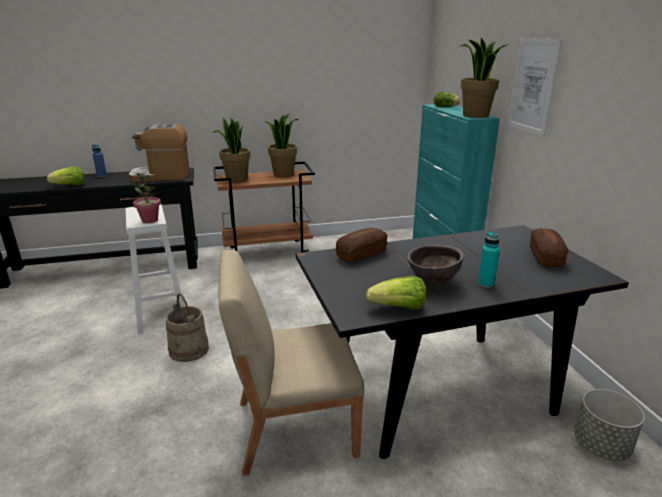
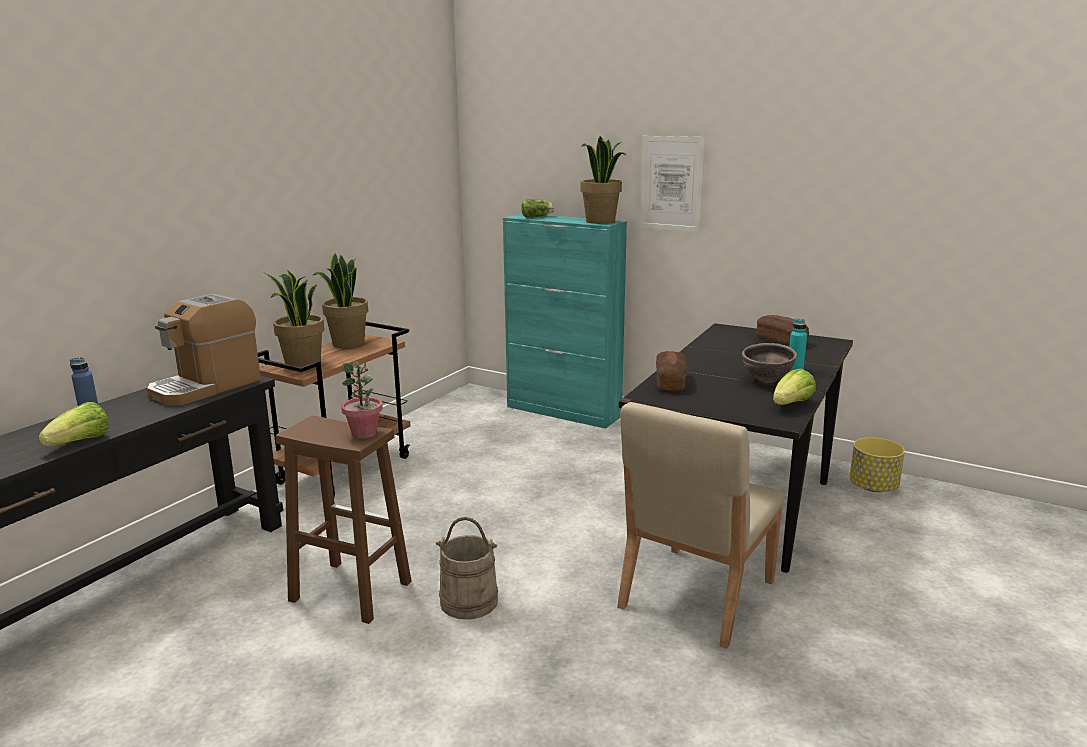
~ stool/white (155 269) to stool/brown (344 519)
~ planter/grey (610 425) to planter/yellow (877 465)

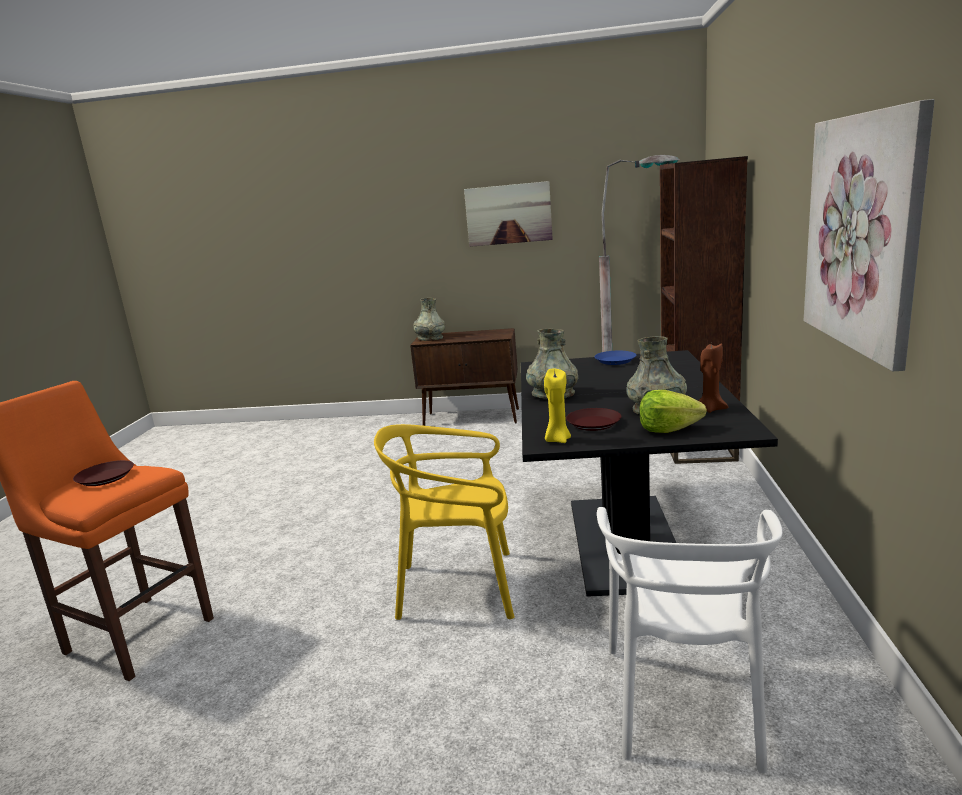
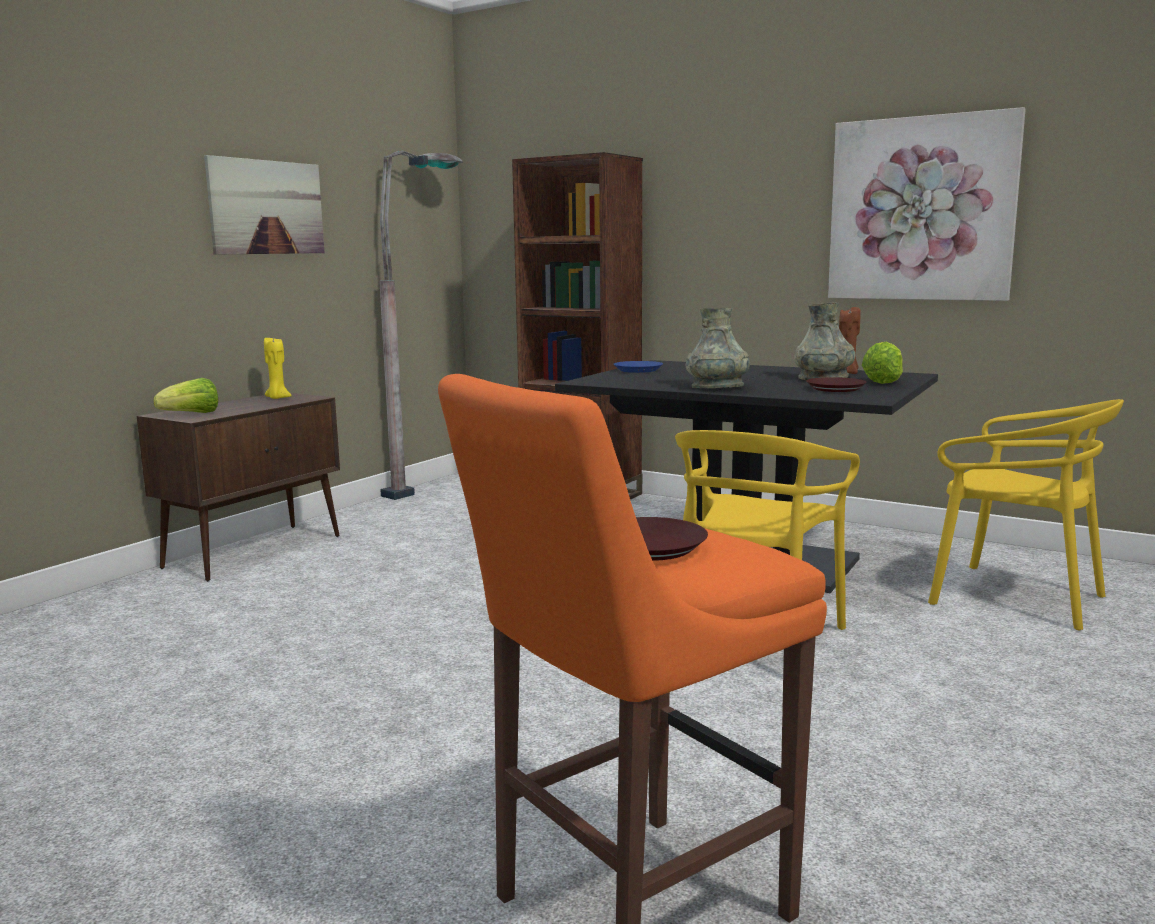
~ vase/grey (429 319) to lettuce (185 395)
~ candle/yellow (557 406) to (278 368)
~ chair/white (690 640) to chair/yellow (1026 514)

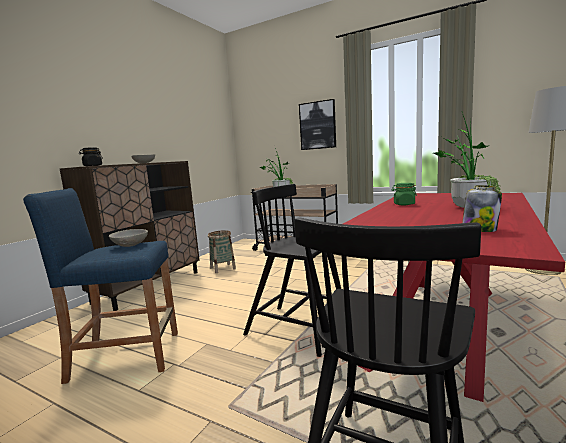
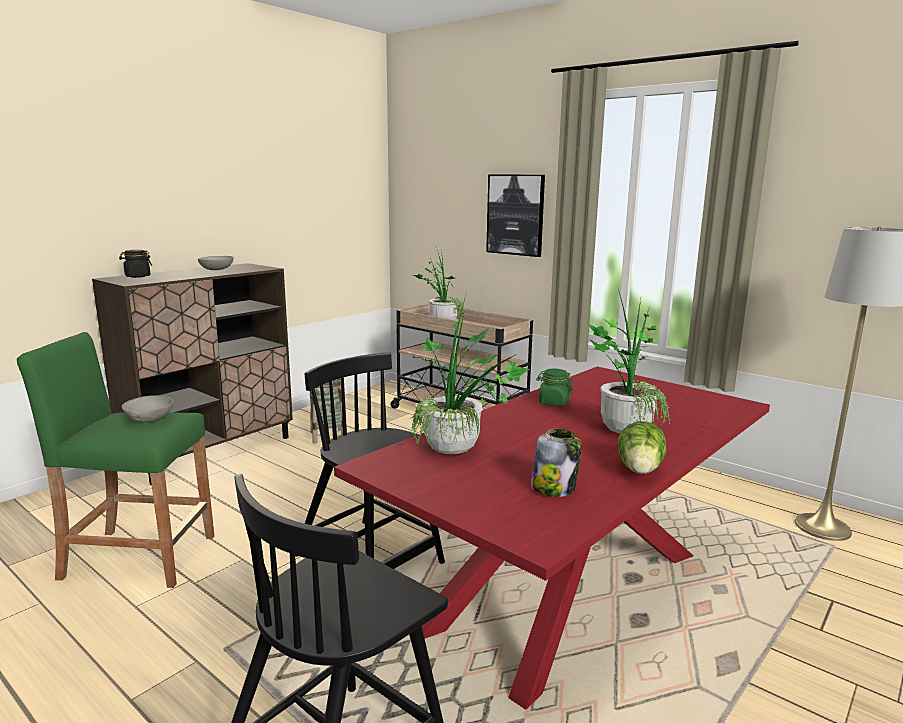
~ stool/blue (100 286) to stool/green (115 460)
+ potted plant (470 375)
+ lettuce (642 447)

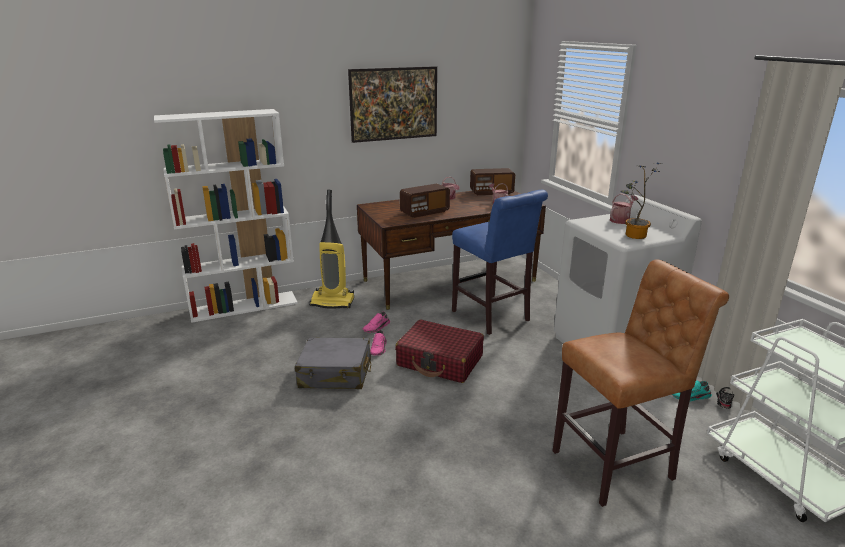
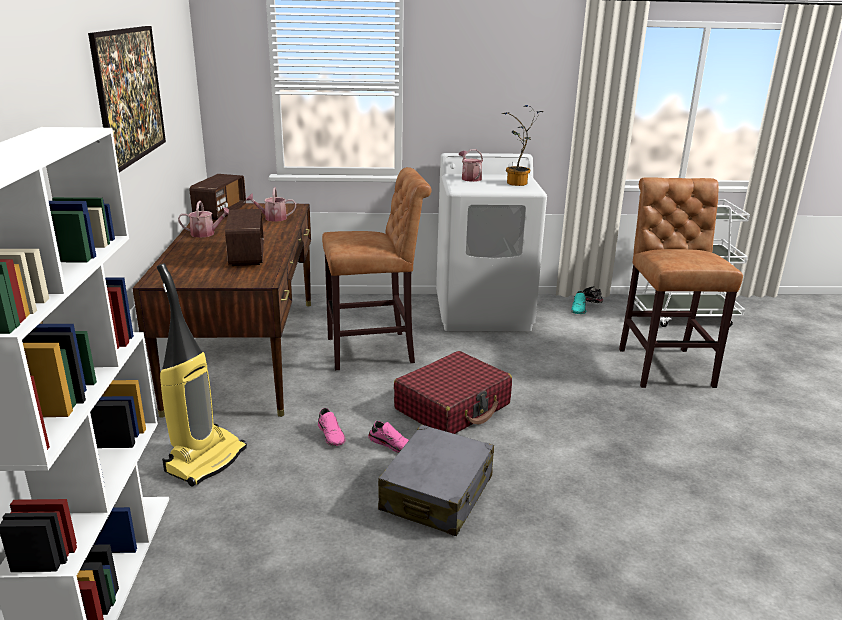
~ stool/blue (500 262) to stool/brown (377 269)

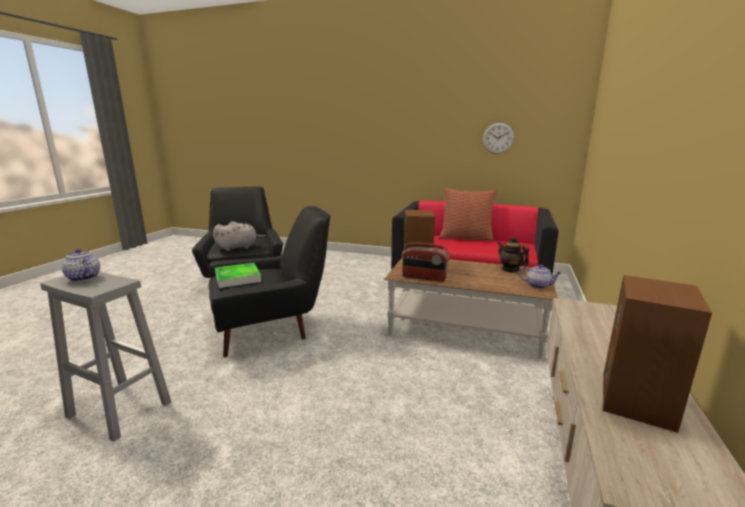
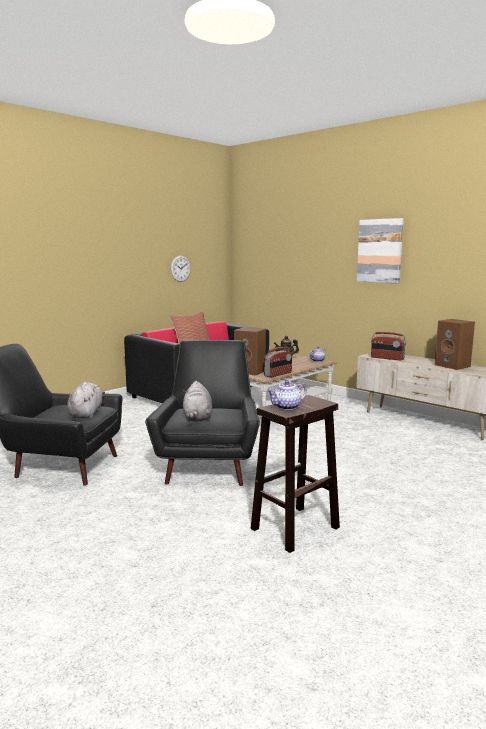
~ stool/grey (105 356) to stool/brown (295 474)
~ tray (238 275) to plush toy/grey (197 401)
+ picture (380 250)
+ radio (388 346)

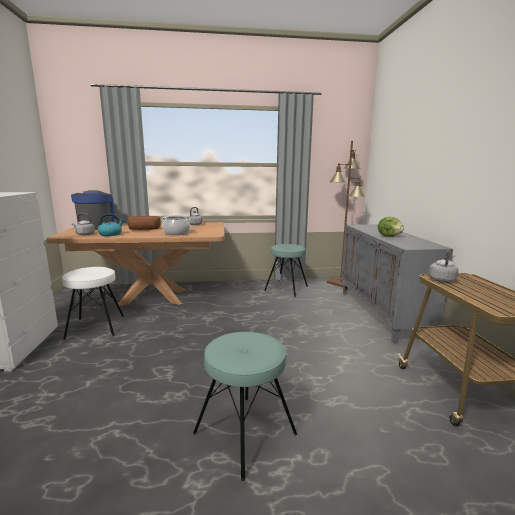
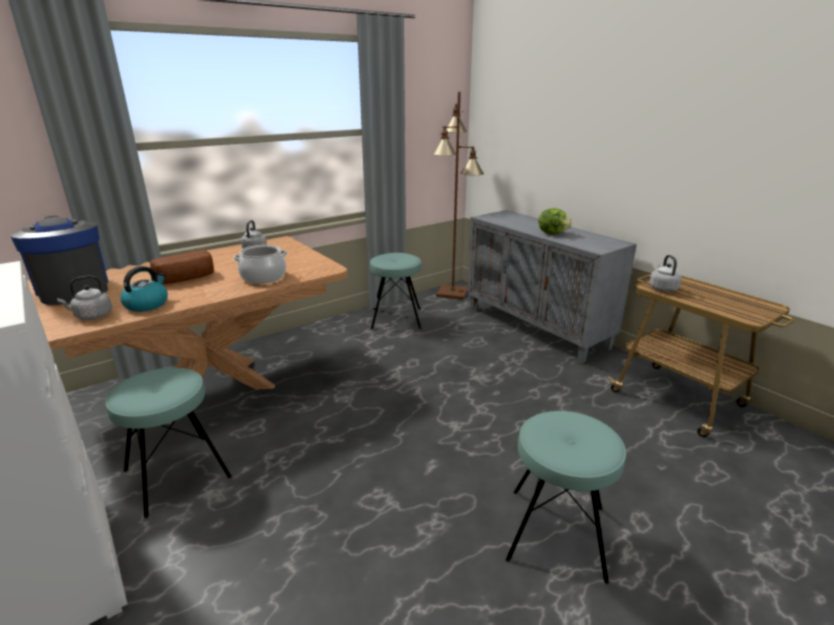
~ stool/white (93 303) to stool/turquoise (168 443)

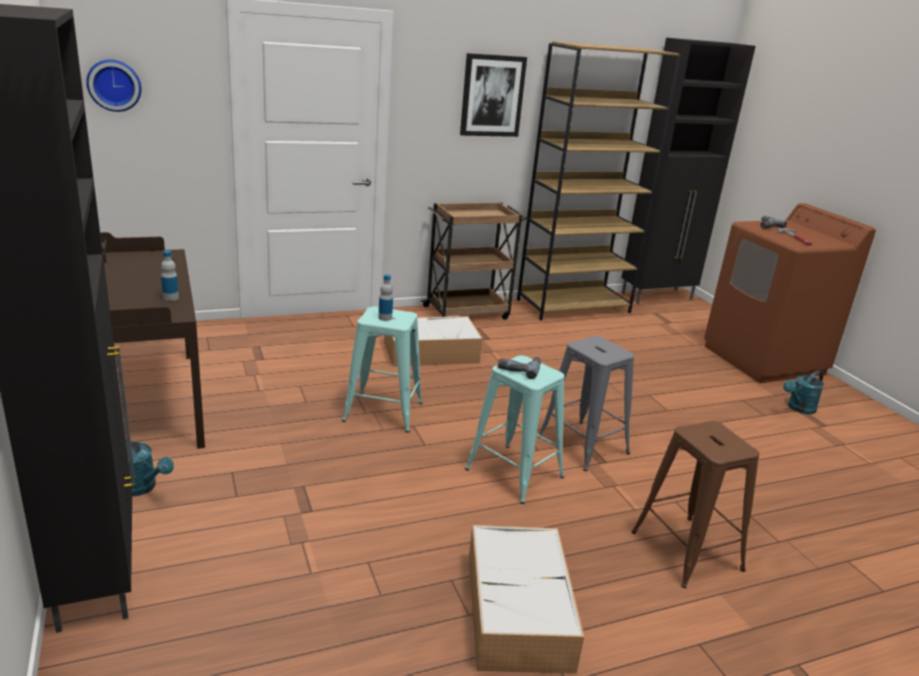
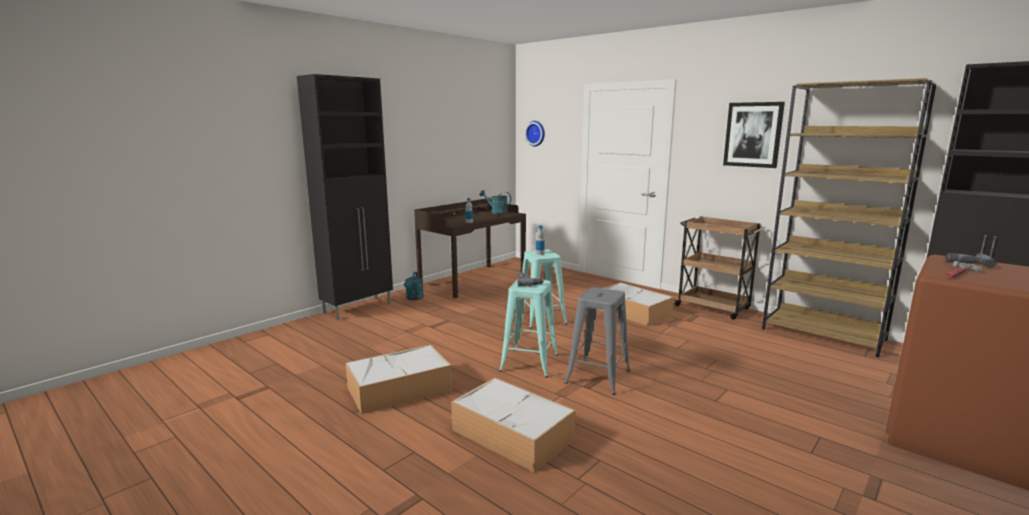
~ stool/brown (695 504) to storage box (513 425)
~ watering can/turquoise (803 392) to (495 202)

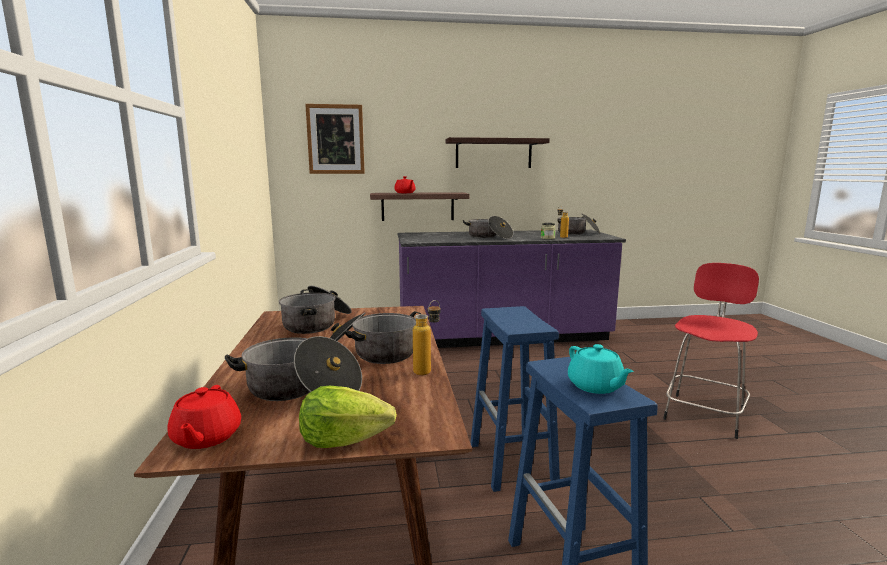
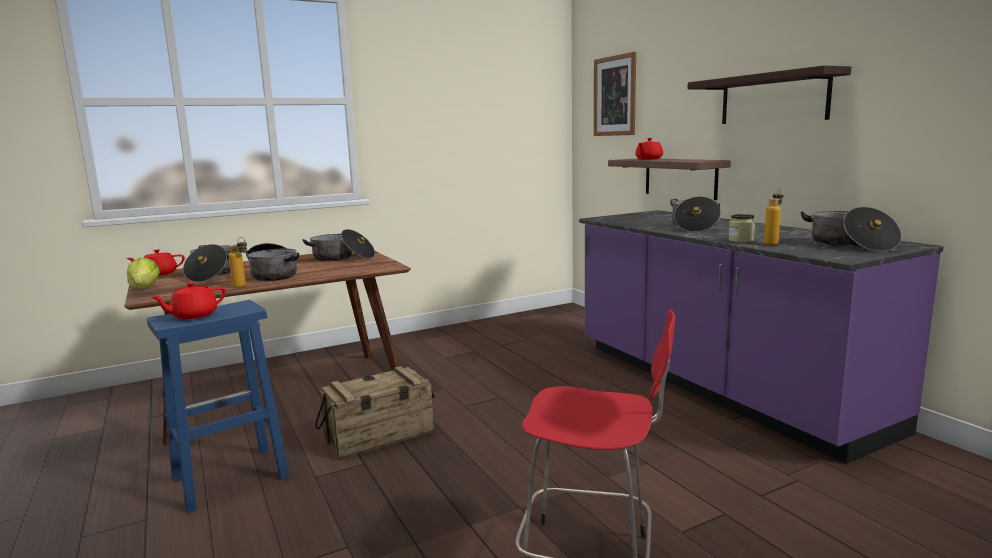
~ stool/blue (515 399) to crate (375 412)
~ teapot/turquoise (601 369) to teapot/red (188 300)

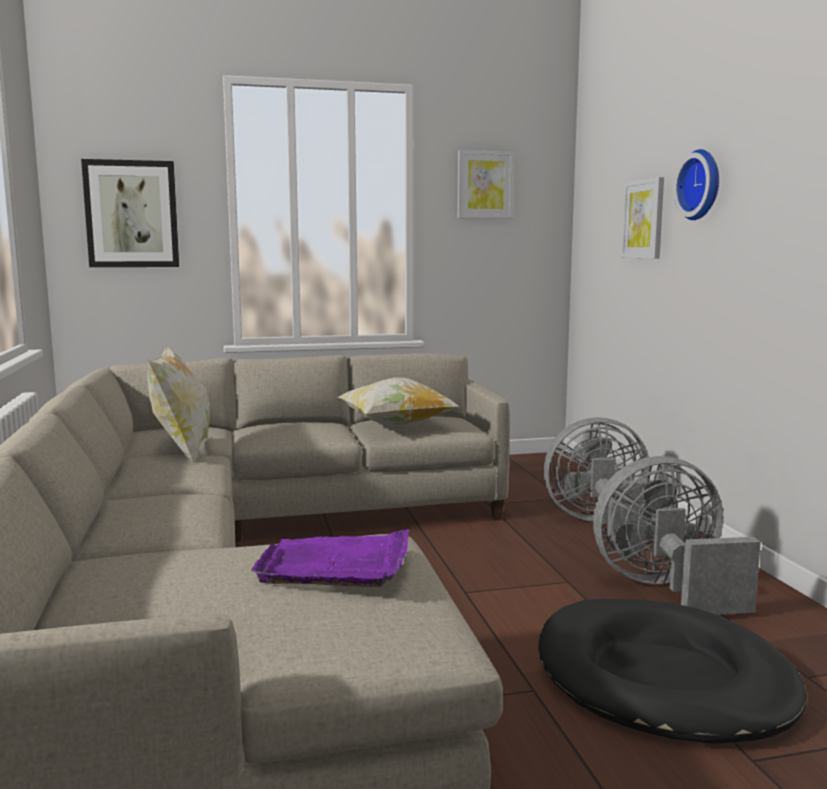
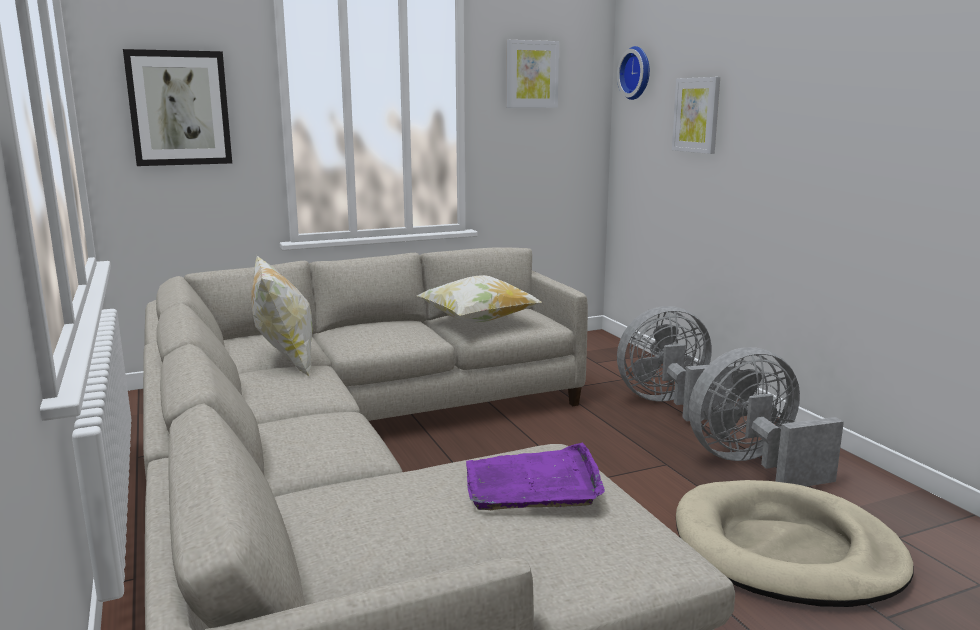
~ dog bed/black (672 671) to dog bed/beige (794 543)
~ wall clock (696 184) to (633 73)

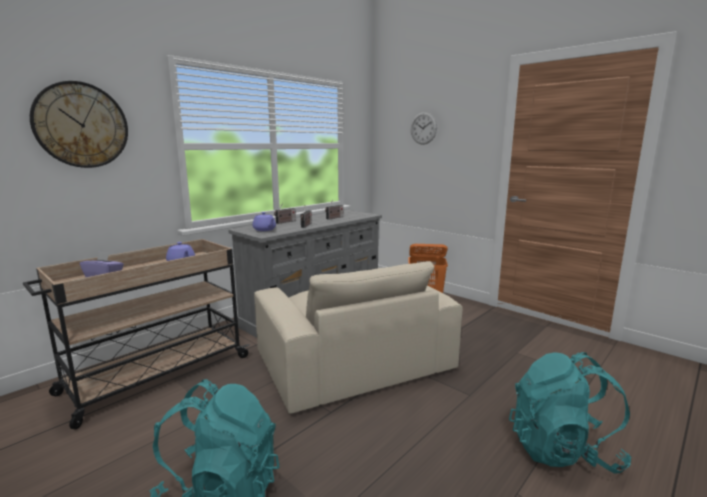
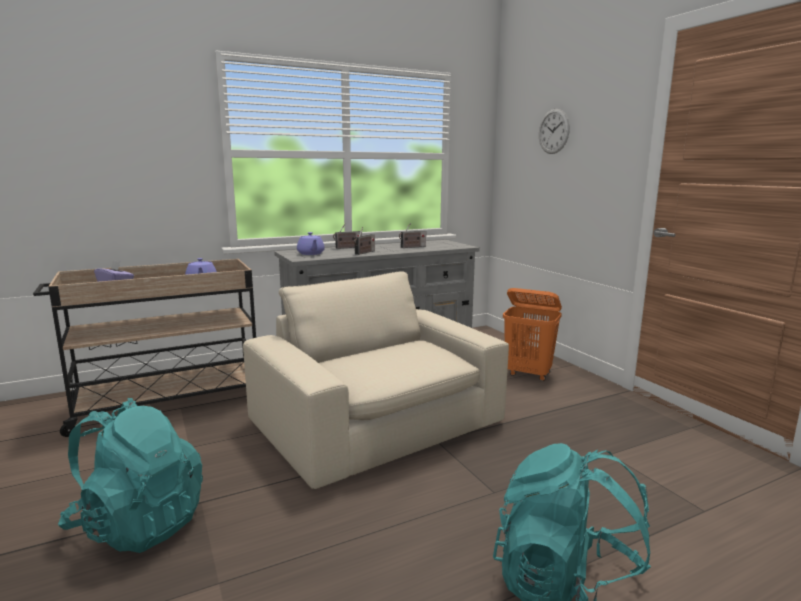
- wall clock (79 124)
~ armchair/beige (358 337) = (376 380) 150 degrees clockwise

